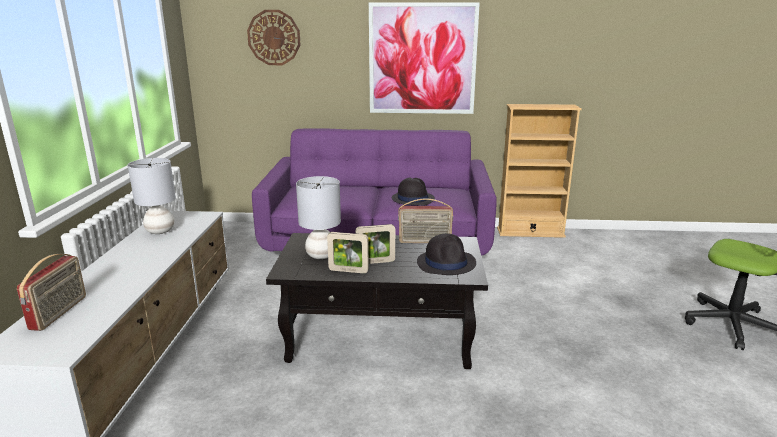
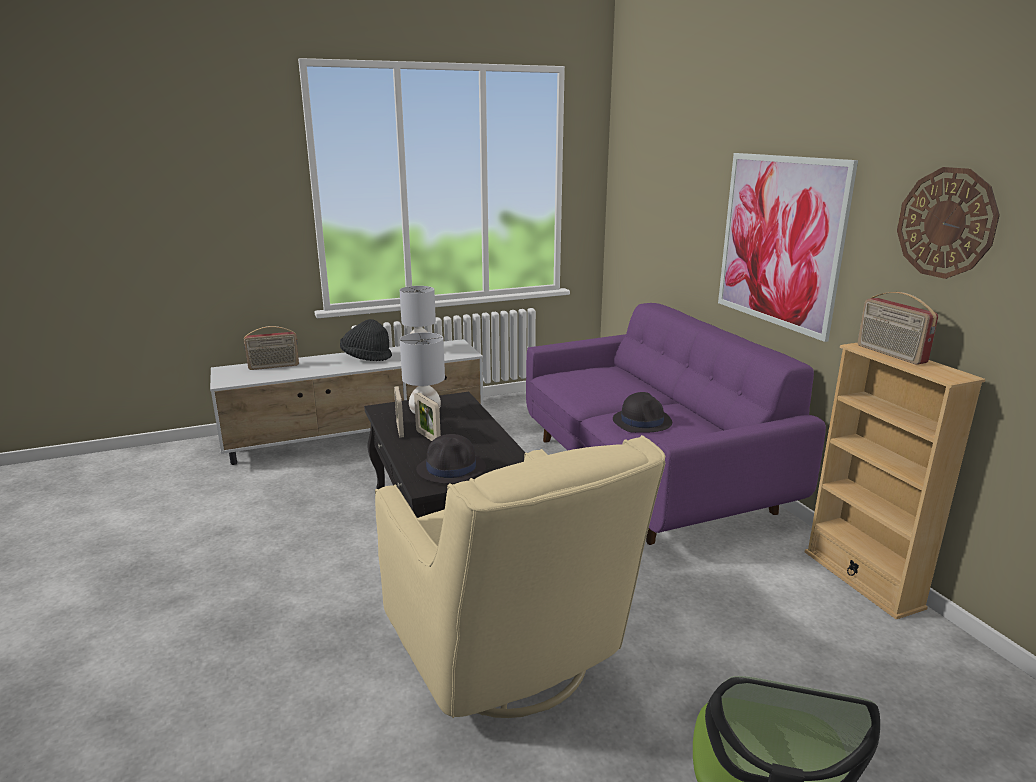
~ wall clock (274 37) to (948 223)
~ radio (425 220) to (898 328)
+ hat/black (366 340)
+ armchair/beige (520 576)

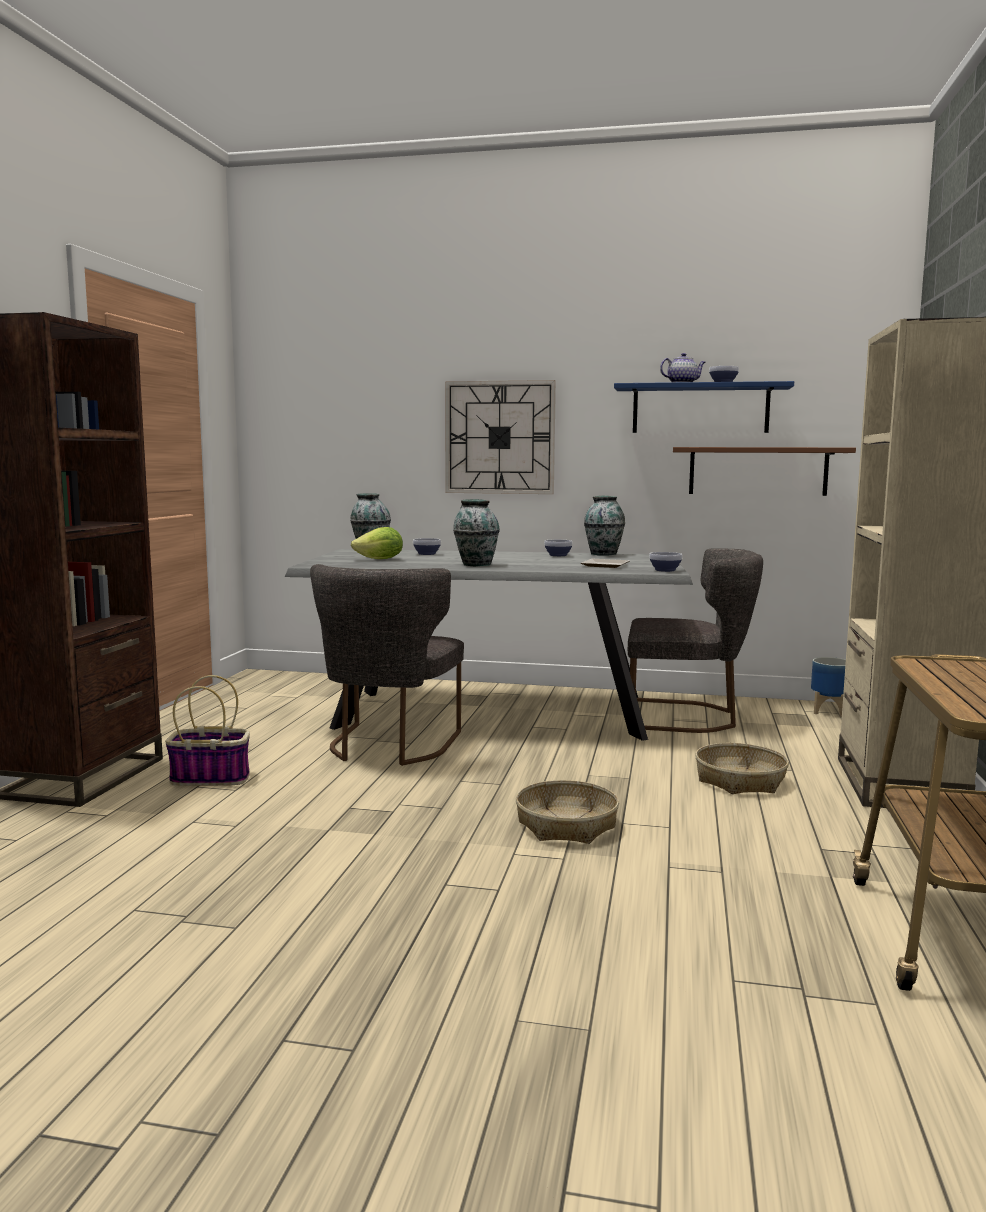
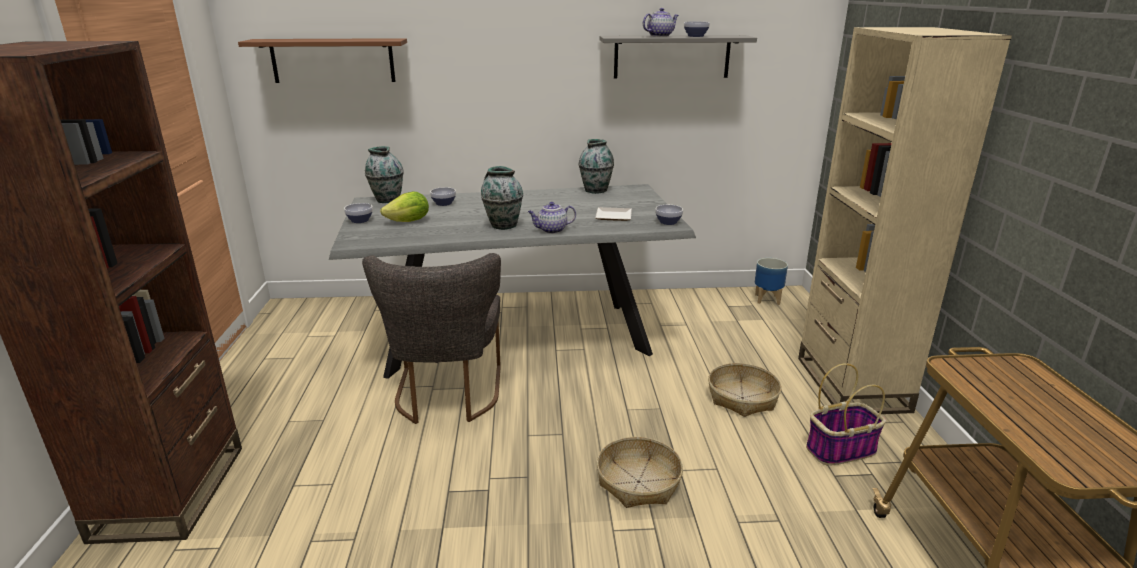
~ basket (207 730) to (846 414)
- wall clock (500 437)
~ bowl (558 548) to (358 213)
~ shelf/blue (704 407) to shelf/grey (678 57)
- chair/grey (695 641)
~ shelf/brown (764 471) to (322 60)
+ teapot (552 218)

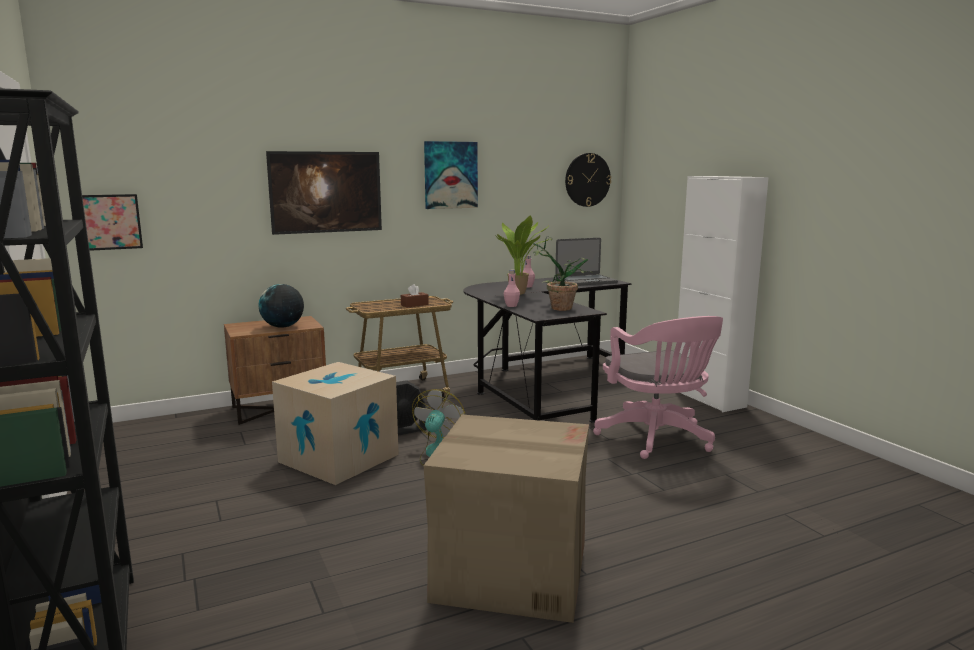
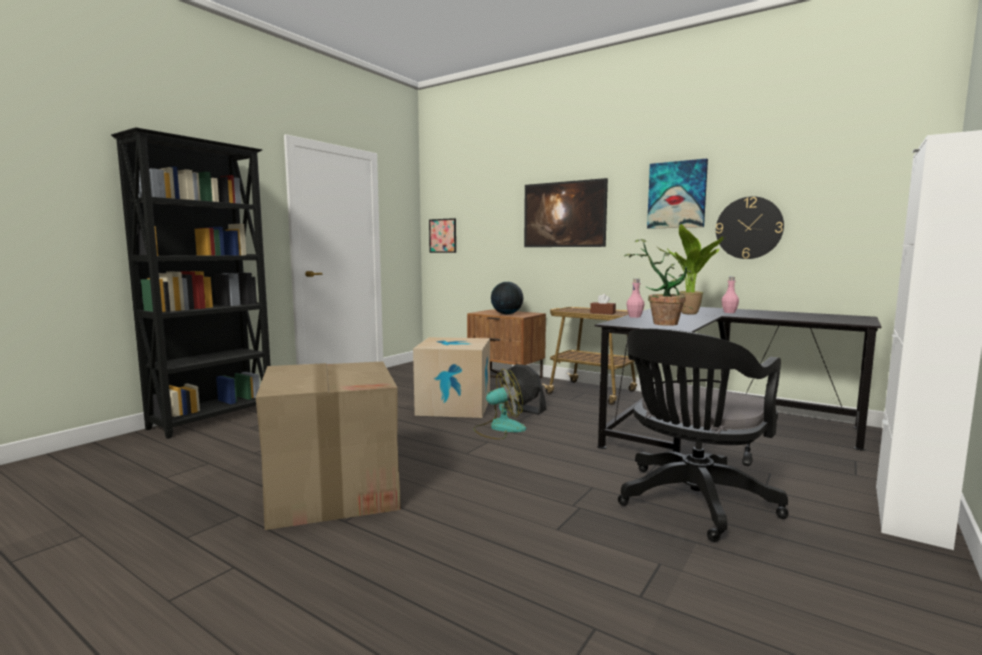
- laptop (586 262)
~ wall clock (588 180) to (750 227)
~ office chair/pink (658 387) to office chair/black (703 435)

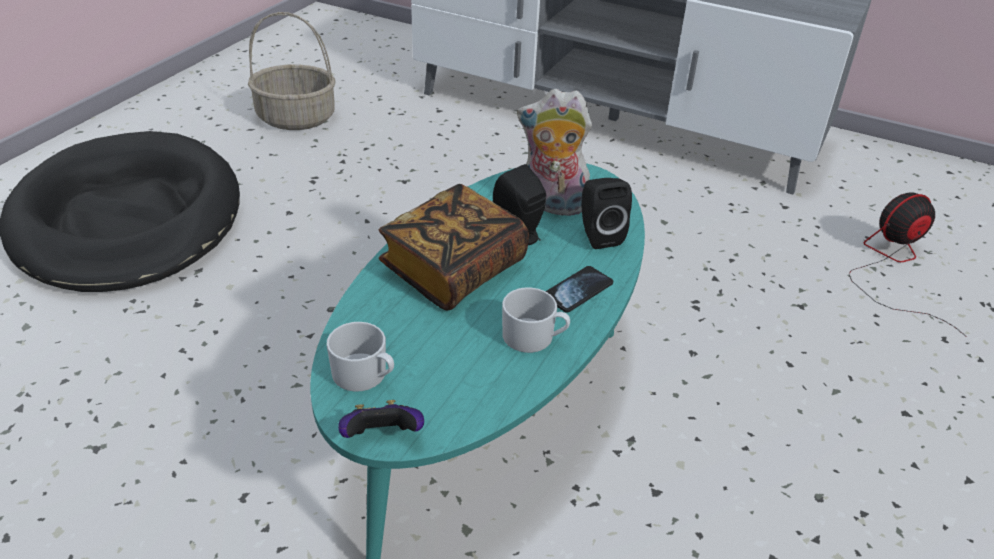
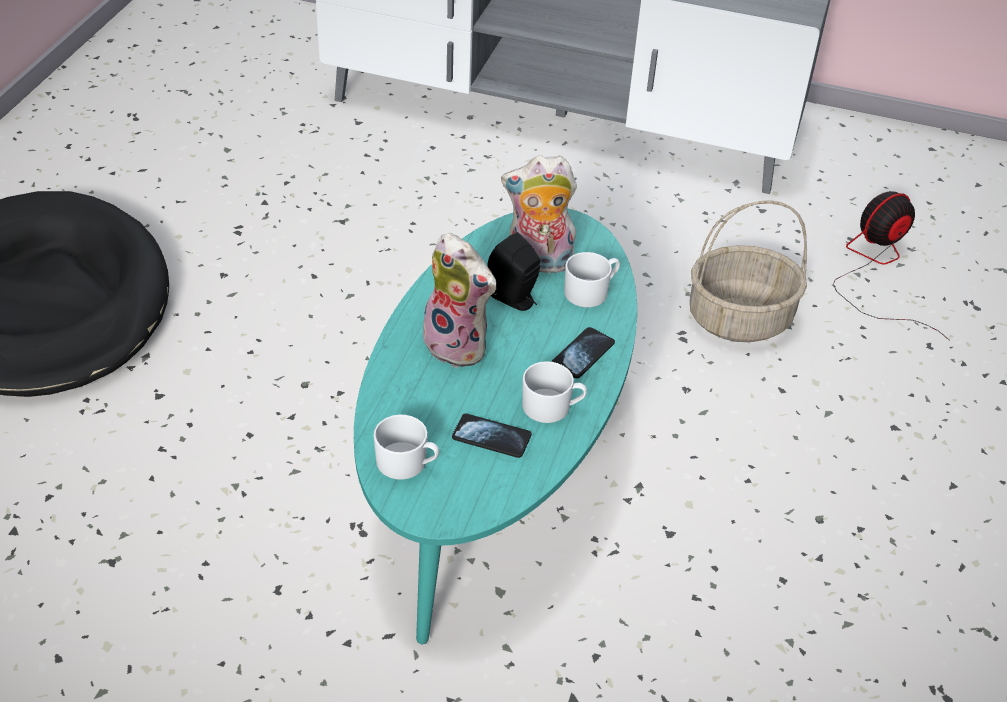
~ basket (291 71) to (748 271)
- game controller (381 419)
~ book (454 247) to plush toy (459 300)
~ speaker/black (606 213) to mug/white (592 279)
+ phone (492 435)

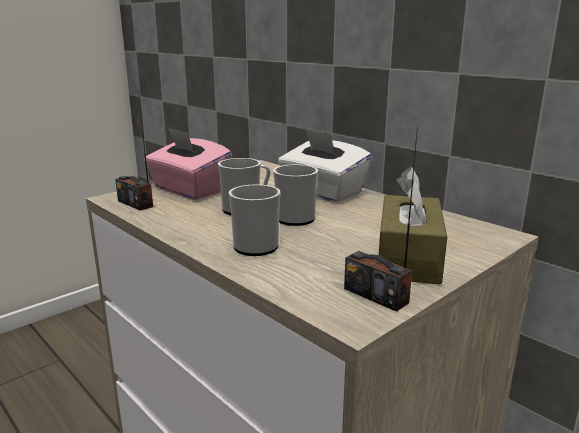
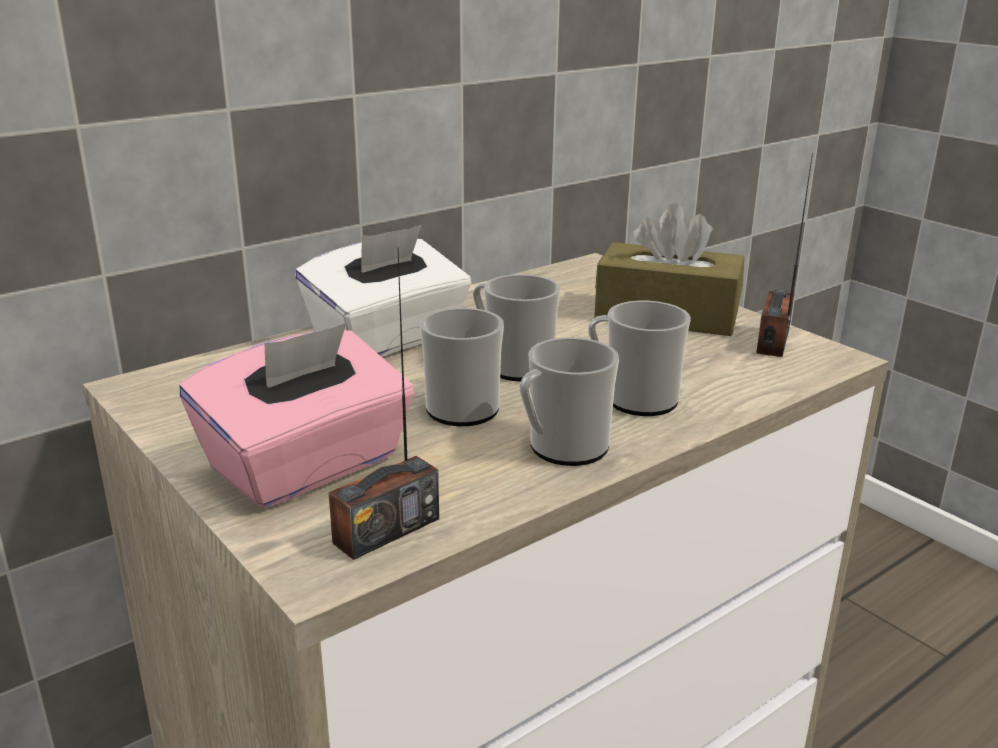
~ radio (381 219) = (784 255) 150 degrees clockwise
+ mug (569 401)

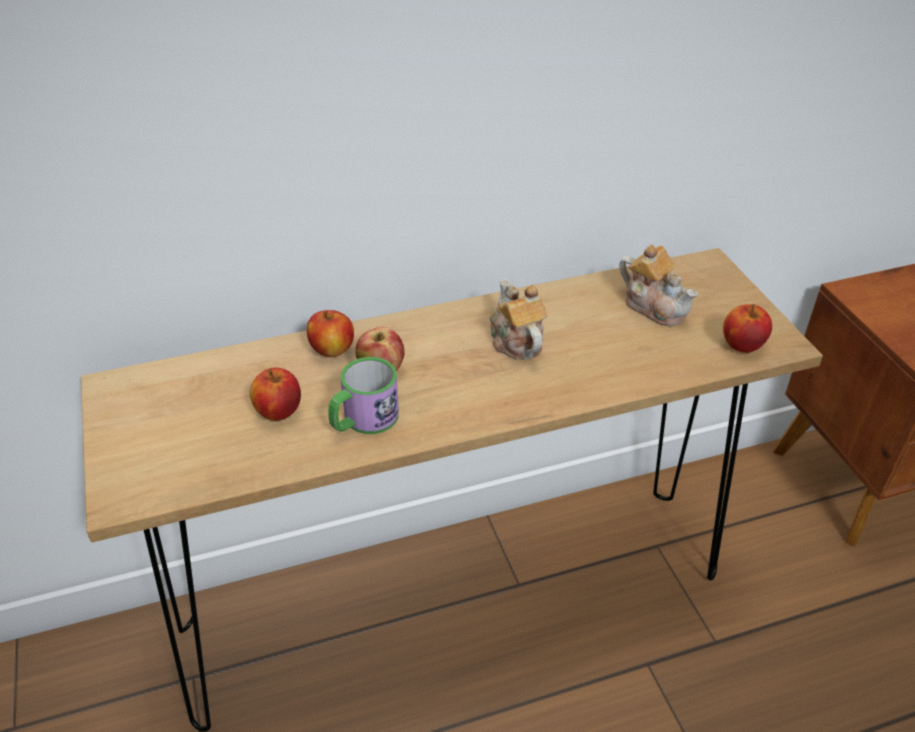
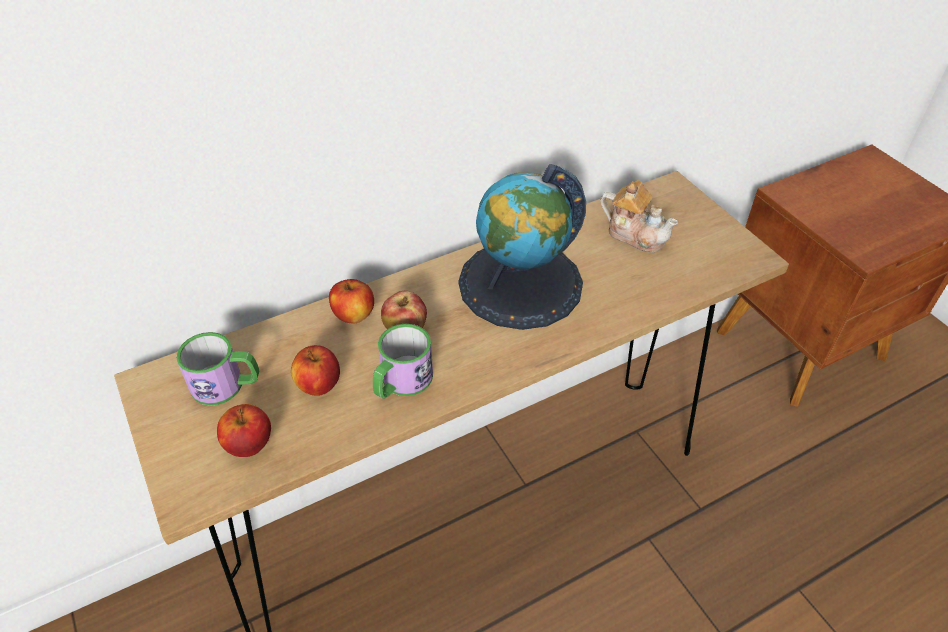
~ teapot (518 319) to globe (522 247)
~ apple (747 328) to (244 430)
+ mug (217 369)

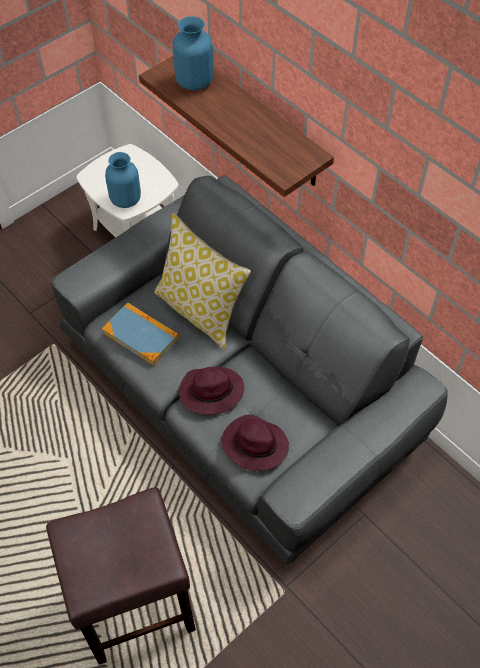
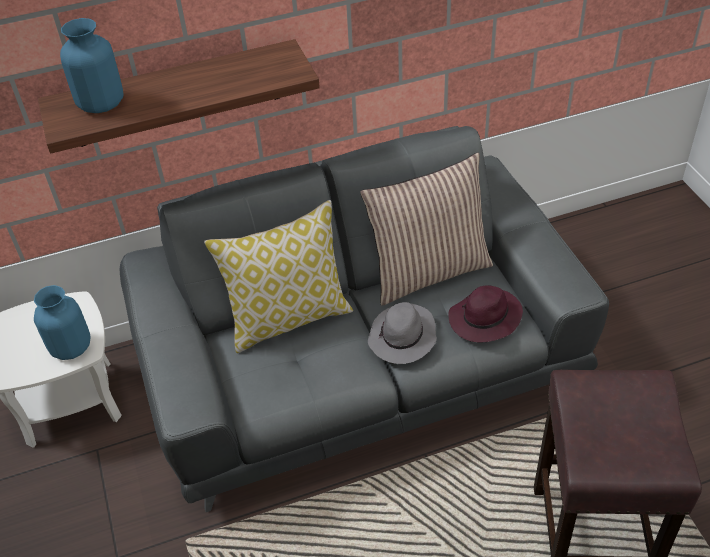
- book (140 334)
~ hat/purple (211 390) to hat/grey (402 333)
+ pillow (426 229)

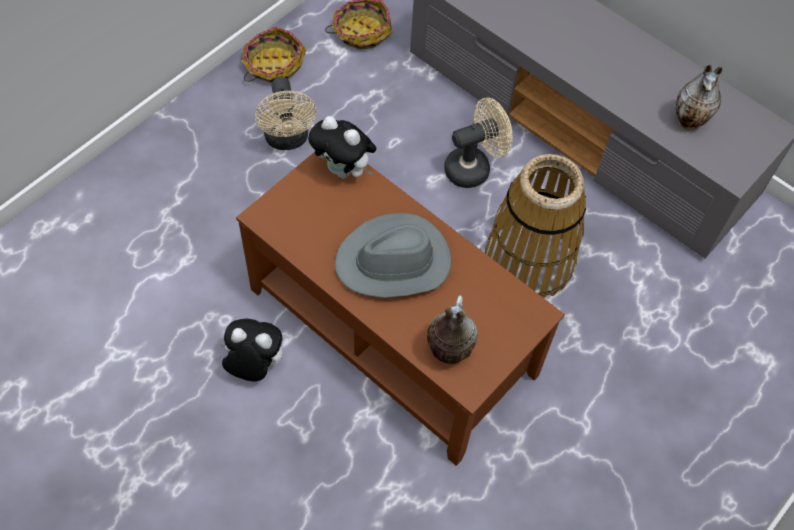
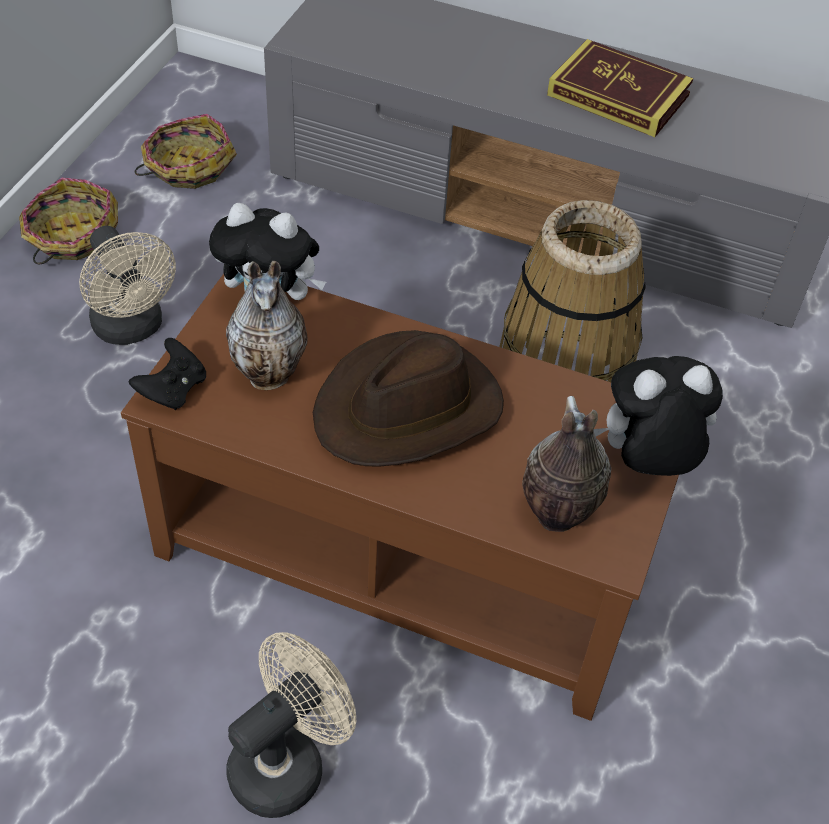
~ plush toy (250 350) to (658 416)
~ hat/grey (393 255) to hat/brown (408 398)
~ fan/beige (478 143) to (291 725)
~ vase (699 97) to (267 325)
+ game controller/black (167 374)
+ book (620 88)

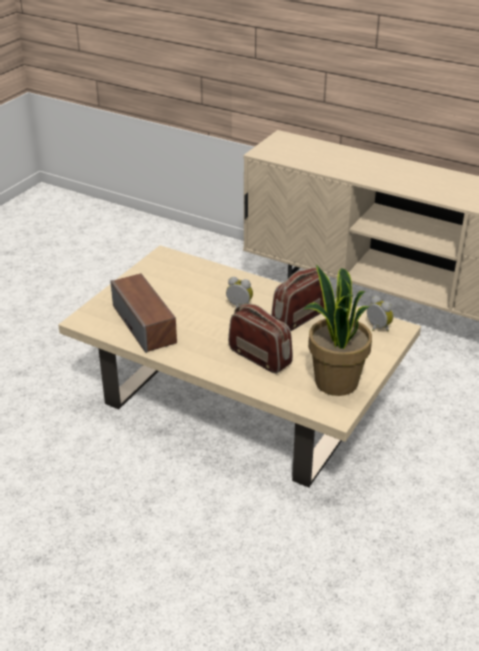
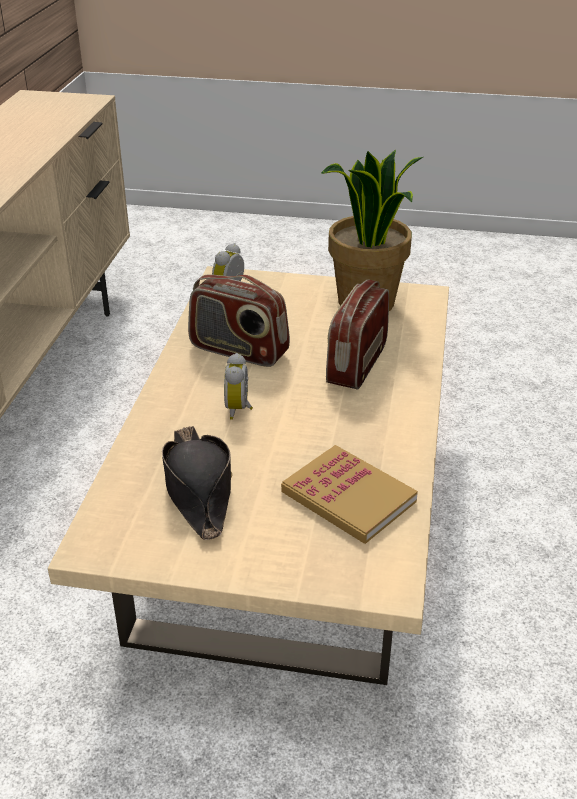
~ speaker (143 313) to book (349 494)
+ hat/black (197 483)

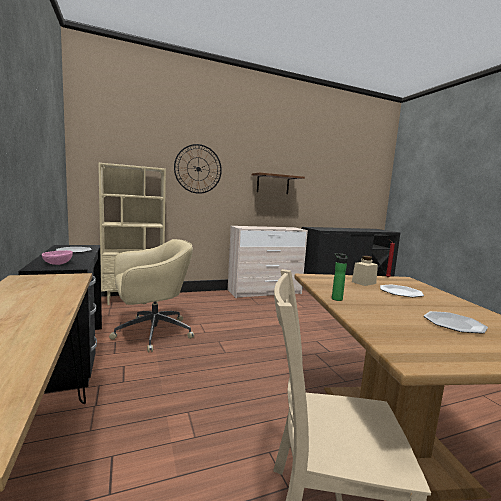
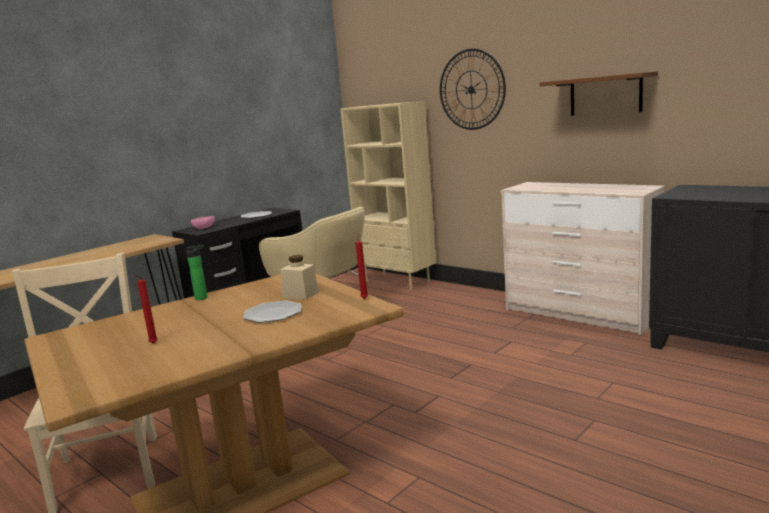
~ plate (456 322) to candle/red (147 310)

